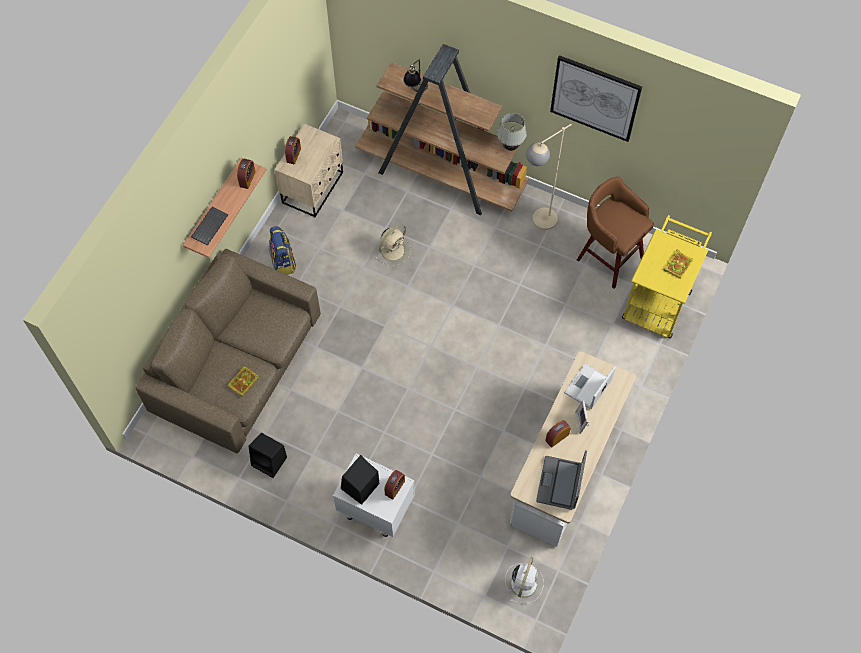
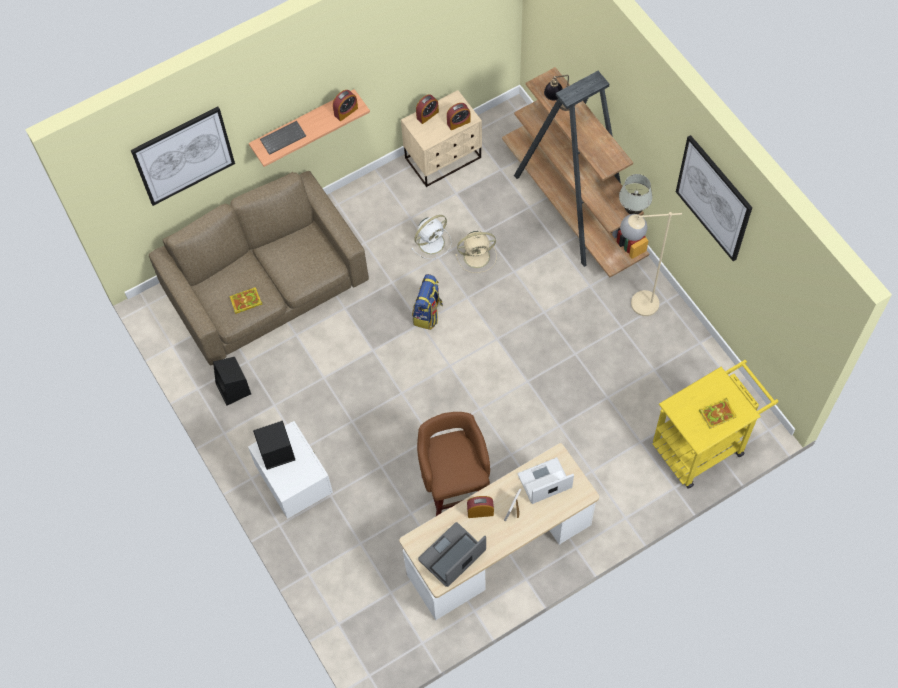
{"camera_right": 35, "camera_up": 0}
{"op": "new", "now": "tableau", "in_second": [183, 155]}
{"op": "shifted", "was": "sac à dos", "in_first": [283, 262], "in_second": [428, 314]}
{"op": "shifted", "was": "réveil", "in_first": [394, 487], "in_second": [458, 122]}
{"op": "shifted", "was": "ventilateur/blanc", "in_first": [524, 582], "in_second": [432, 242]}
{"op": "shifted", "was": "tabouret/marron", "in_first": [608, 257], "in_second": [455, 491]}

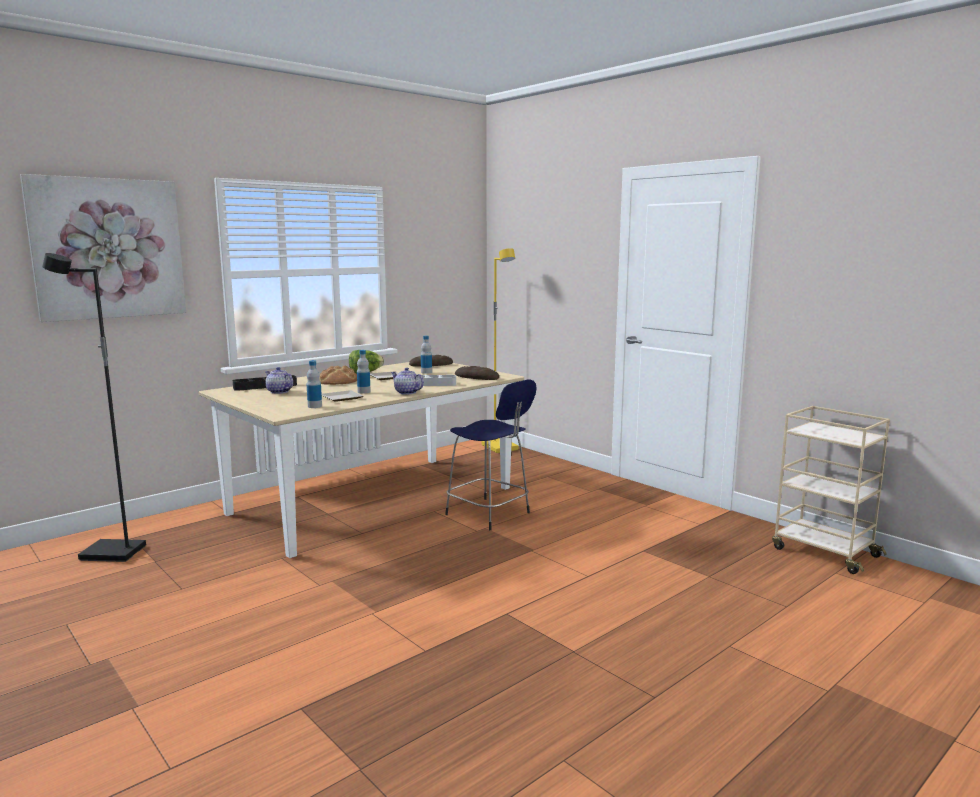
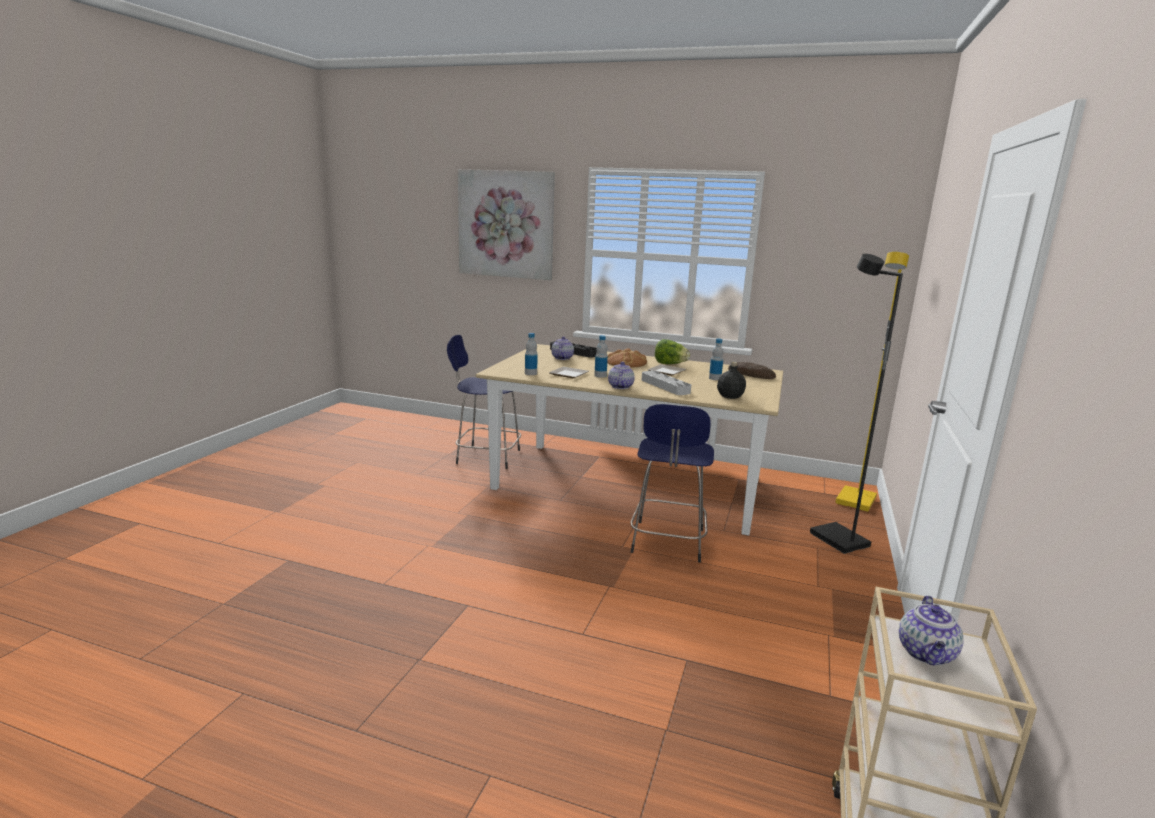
{"camera_right": 60, "camera_up": 5}
{"op": "new", "now": "tabouret/bleu", "in_second": [486, 456]}
{"op": "new", "now": "théière", "in_second": [927, 654]}
{"op": "shifted", "was": "lampadaire/noir", "in_first": [111, 554], "in_second": [837, 540]}
{"op": "swapped", "was": "pain", "now": "bouteille/noir", "in_first": [476, 377], "in_second": [730, 396]}

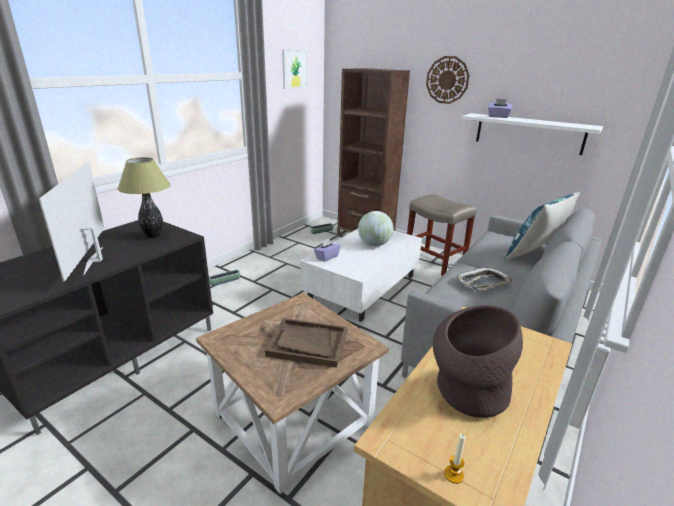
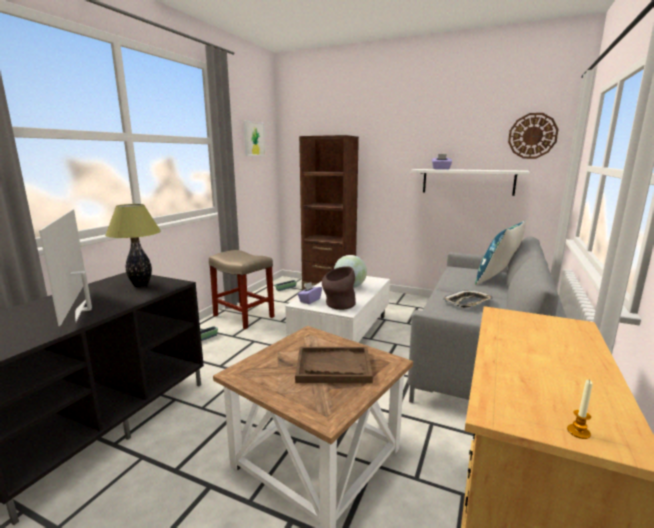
{"camera_right": -10, "camera_up": -10}
{"op": "shifted", "was": "tabouret/beige", "in_first": [435, 261], "in_second": [244, 316]}
{"op": "shifted", "was": "horloge murale", "in_first": [447, 80], "in_second": [532, 136]}
{"op": "shifted", "was": "vase/marron", "in_first": [466, 394], "in_second": [338, 305]}

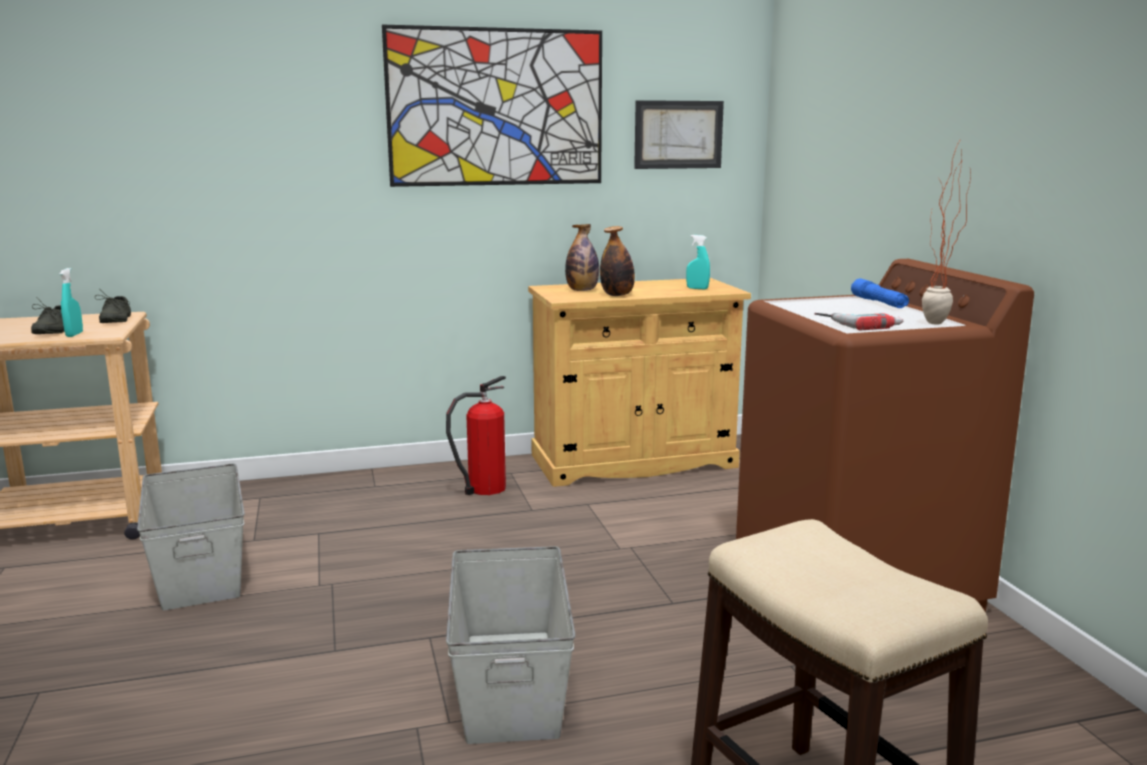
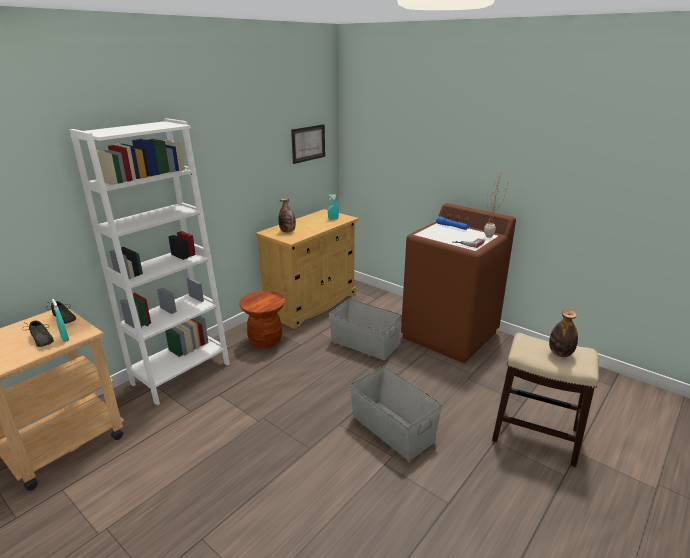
{"camera_right": -35, "camera_up": 10}
{"op": "gone", "was": "tableau", "in_first": [496, 108]}
{"op": "new", "now": "bibliothèque/blanc", "in_second": [181, 374]}
{"op": "shifted", "was": "boîte de rangement/gris", "in_first": [201, 569], "in_second": [364, 343]}
{"op": "shifted", "was": "bouteille", "in_first": [617, 295], "in_second": [560, 353]}
{"op": "swapped", "was": "extincteur", "now": "tabouret/marron", "in_first": [484, 489], "in_second": [265, 341]}

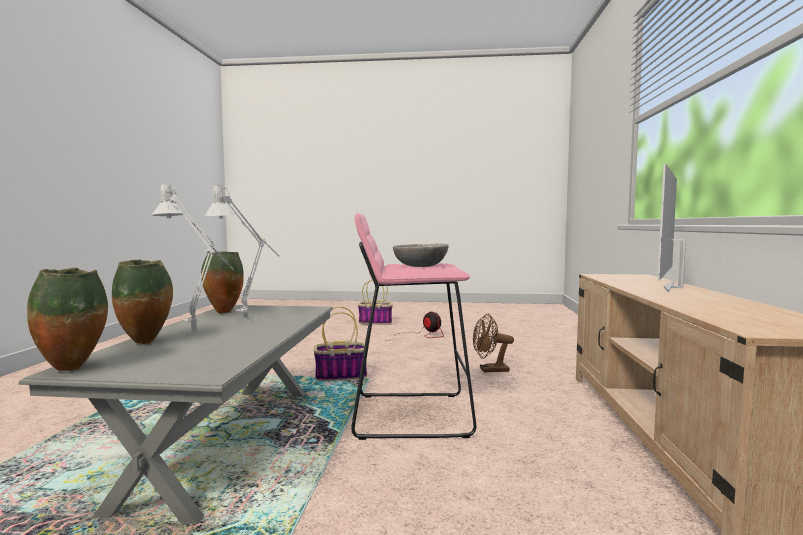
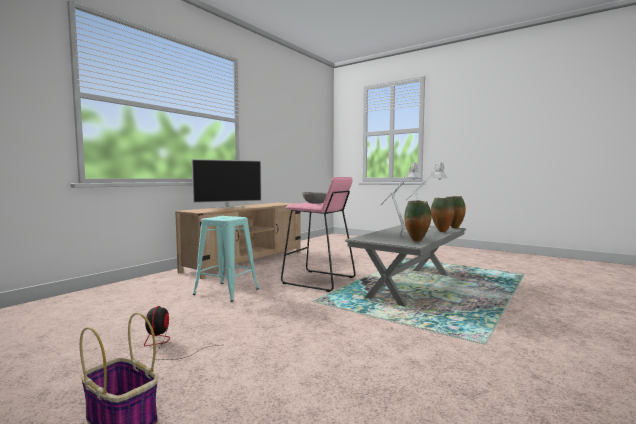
{"camera_right": -150, "camera_up": 0}
{"op": "gone", "was": "panier", "in_first": [341, 376]}
{"op": "swapped", "was": "ventilateur/marron", "now": "tabouret/turquoise", "in_first": [490, 370], "in_second": [226, 292]}

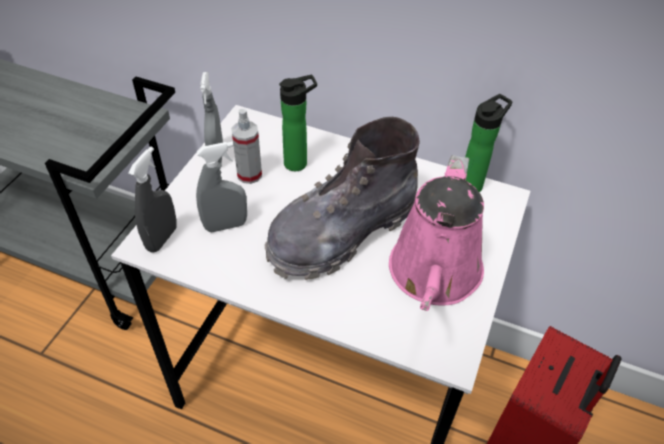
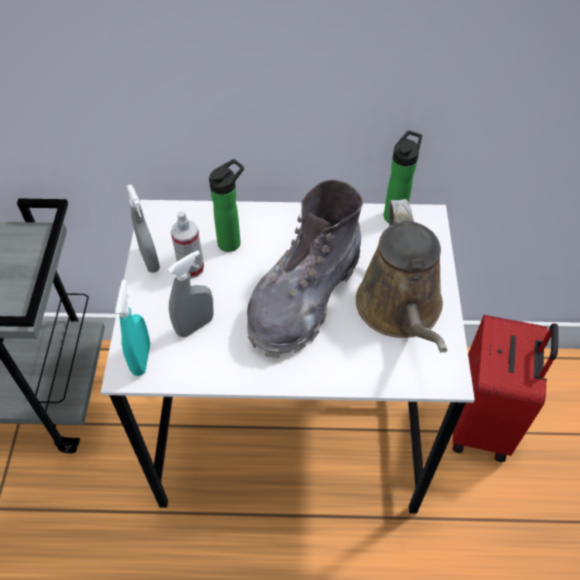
{"camera_right": -20, "camera_up": 5}
{"op": "repainted", "was": "vaporisateur/gris", "now": "vaporisateur/turquoise", "in_first": [162, 238], "in_second": [141, 359]}
{"op": "repainted", "was": "arrosoir/rose", "now": "arrosoir/marron", "in_first": [434, 275], "in_second": [401, 310]}

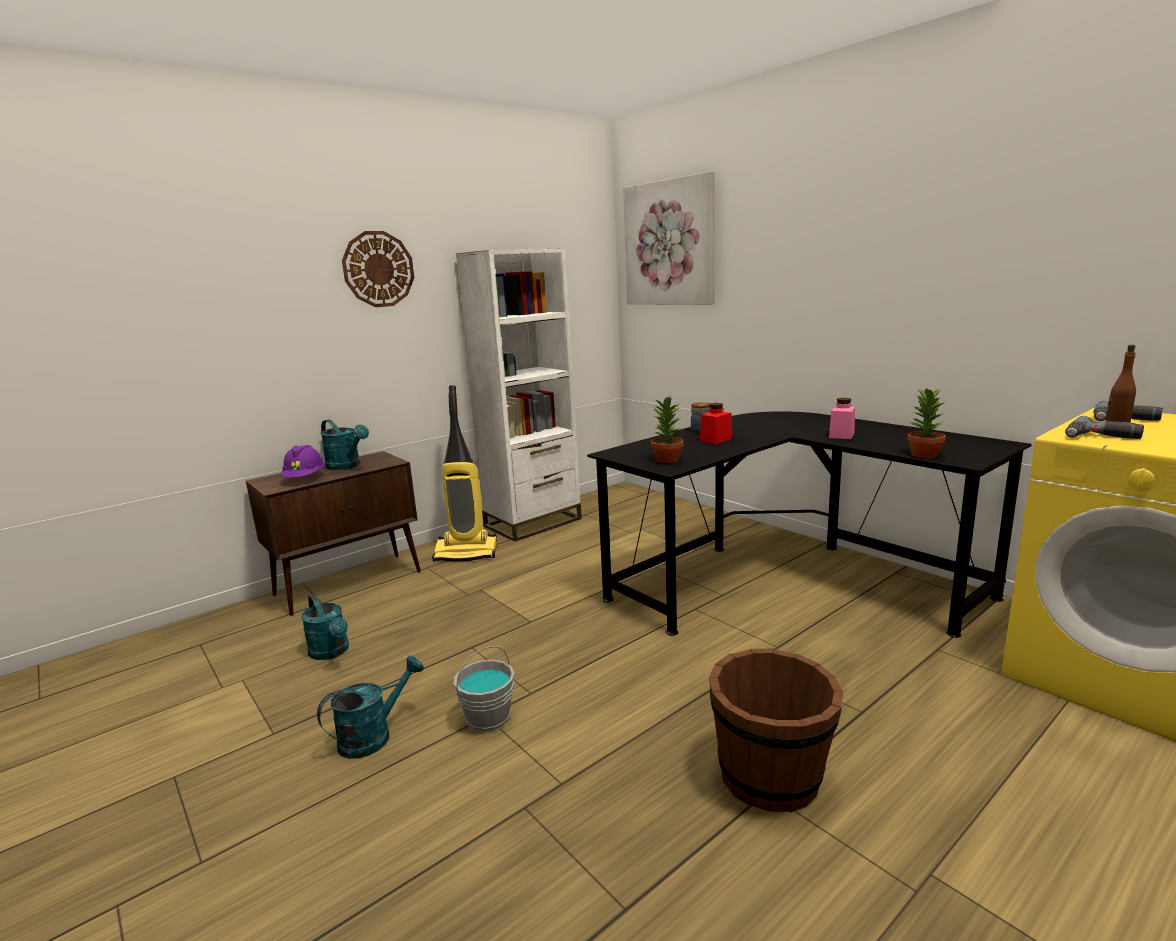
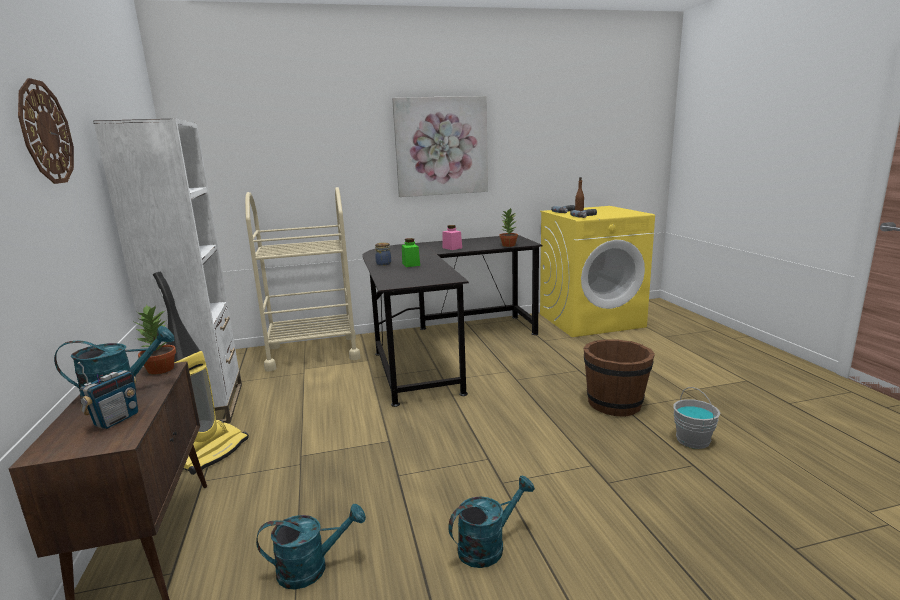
{"camera_right": -65, "camera_up": 0}
{"op": "new", "now": "chariot/beige", "in_second": [313, 353]}
{"op": "shifted", "was": "seau/gris", "in_first": [488, 719], "in_second": [693, 440]}
{"op": "shifted", "was": "tableau", "in_first": [669, 243], "in_second": [441, 146]}
{"op": "shifted", "was": "plante en pot", "in_first": [666, 460], "in_second": [160, 369]}
{"op": "swapped", "was": "casque de chantier/violet", "now": "radio", "in_first": [305, 478], "in_second": [116, 420]}
{"op": "repainted", "was": "bocal/rouge", "now": "bocal/vert", "in_first": [716, 440], "in_second": [411, 264]}
{"op": "rotated", "was": "arrosoir/turquoise", "in_first": [374, 735], "in_second": [488, 546], "clockwise": 75}

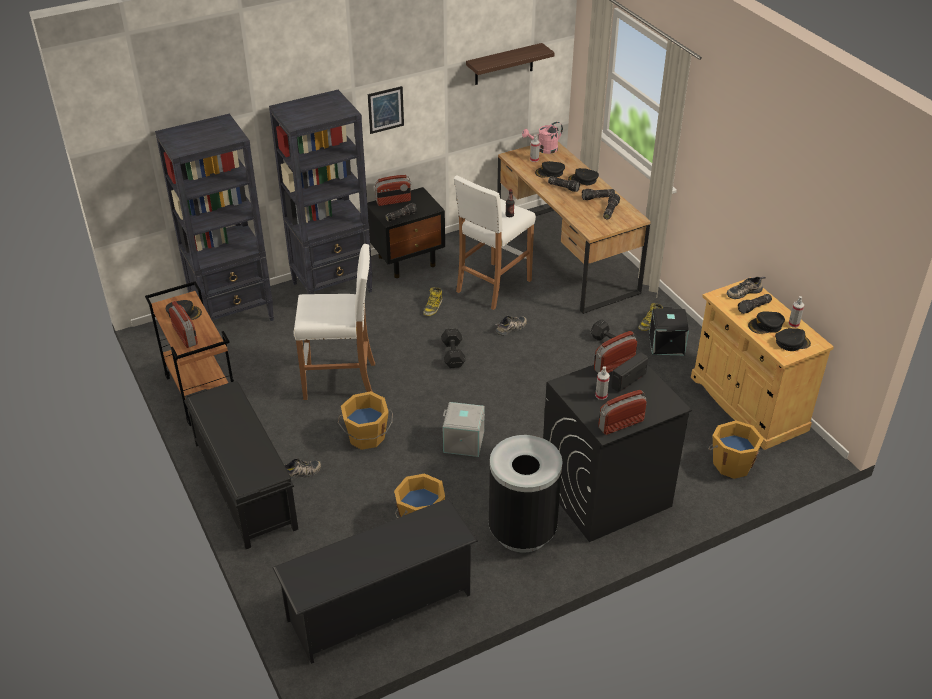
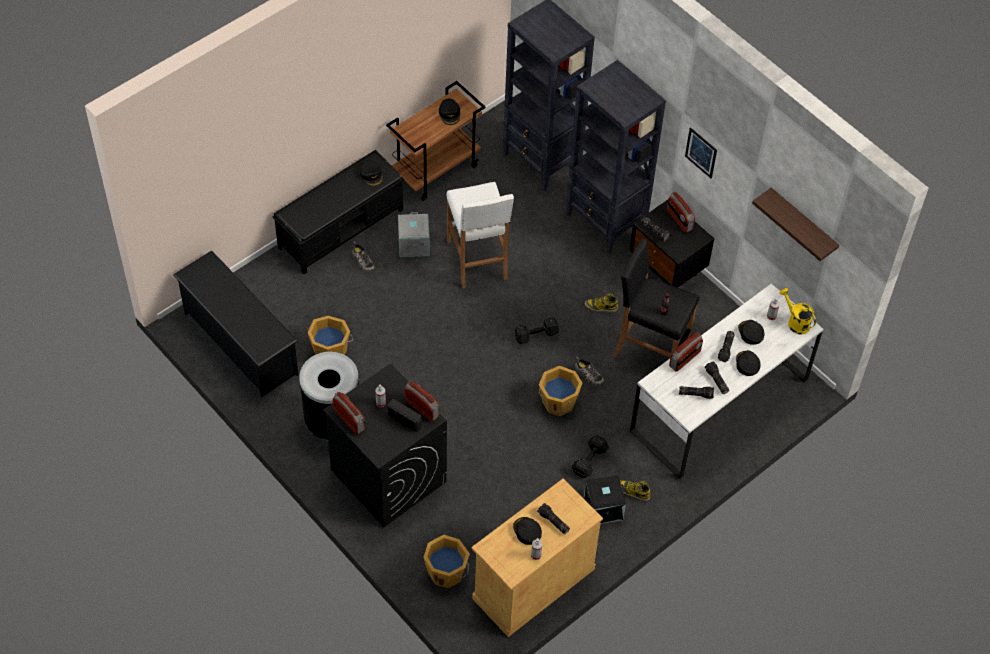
{"camera_right": 75, "camera_up": 15}
{"op": "gone", "was": "chaussure", "in_first": [744, 292]}
{"op": "shifted", "was": "radio", "in_first": [185, 335], "in_second": [685, 359]}
{"op": "shifted", "was": "seau/orange", "in_first": [366, 437], "in_second": [558, 402]}
{"op": "shifted", "was": "boîte de rangement/gris", "in_first": [463, 442], "in_second": [413, 244]}
{"op": "shifted", "was": "casquette/noir", "in_first": [792, 342], "in_second": [371, 175]}
{"op": "repainted", "was": "tabouret/blanc", "now": "tabouret/noir", "in_first": [493, 286], "in_second": [649, 349]}
{"op": "repainted", "was": "bureau/marron", "now": "bureau/blanc", "in_first": [565, 258], "in_second": [719, 405]}
{"op": "repainted", "was": "arrosoir/rose", "now": "arrosoir/jaune", "in_first": [544, 149], "in_second": [795, 322]}

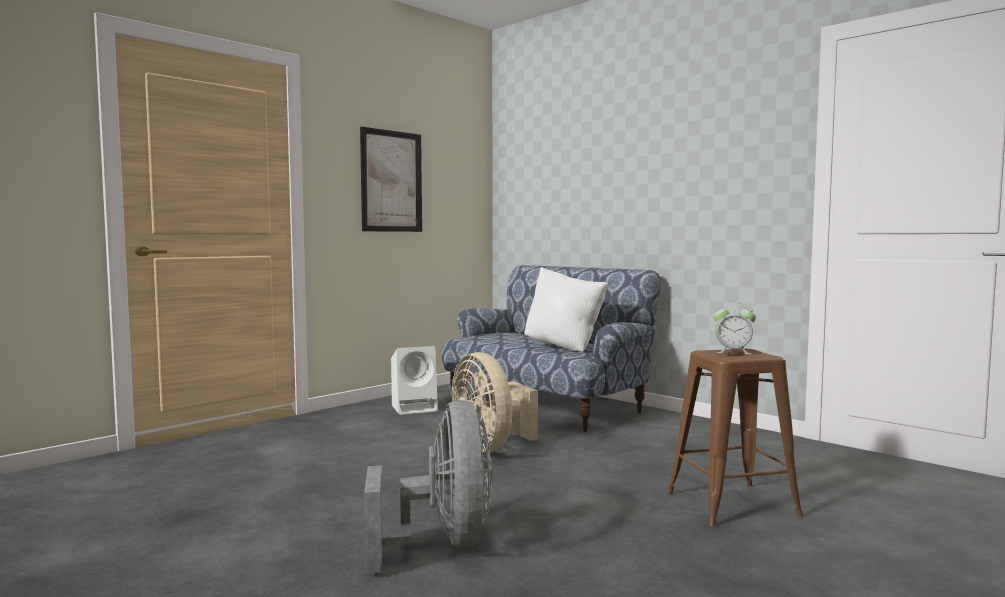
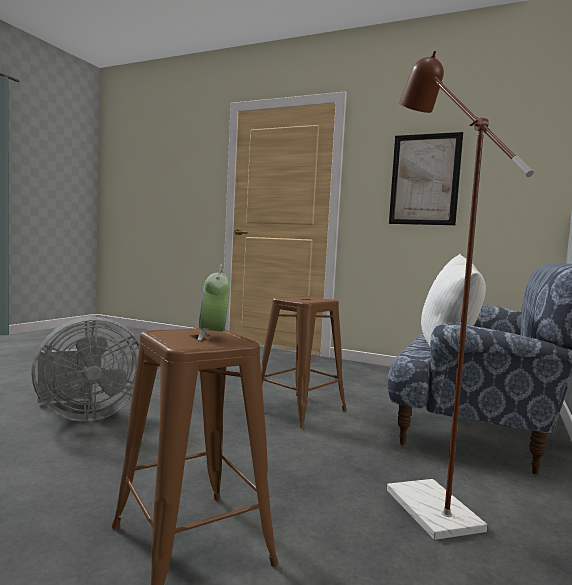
{"camera_right": 70, "camera_up": 0}
{"op": "gone", "was": "enceinte/blanc", "in_first": [415, 408]}
{"op": "new", "now": "lampadaire/marron", "in_second": [422, 500]}
{"op": "swapped", "was": "ventilateur/beige", "now": "tabouret/marron", "in_first": [490, 448], "in_second": [300, 410]}

